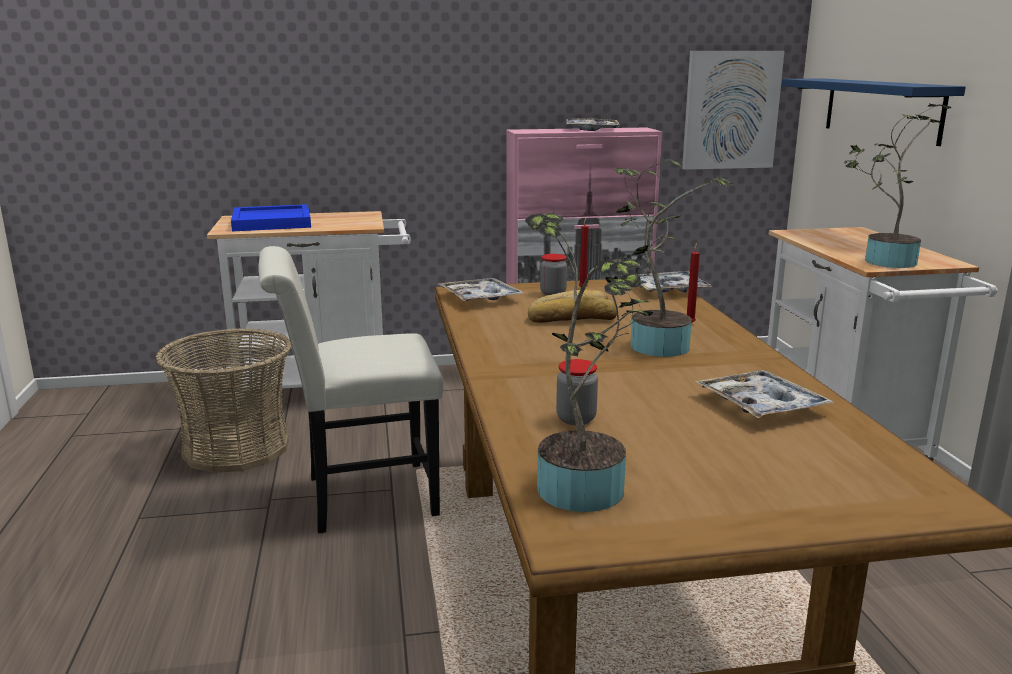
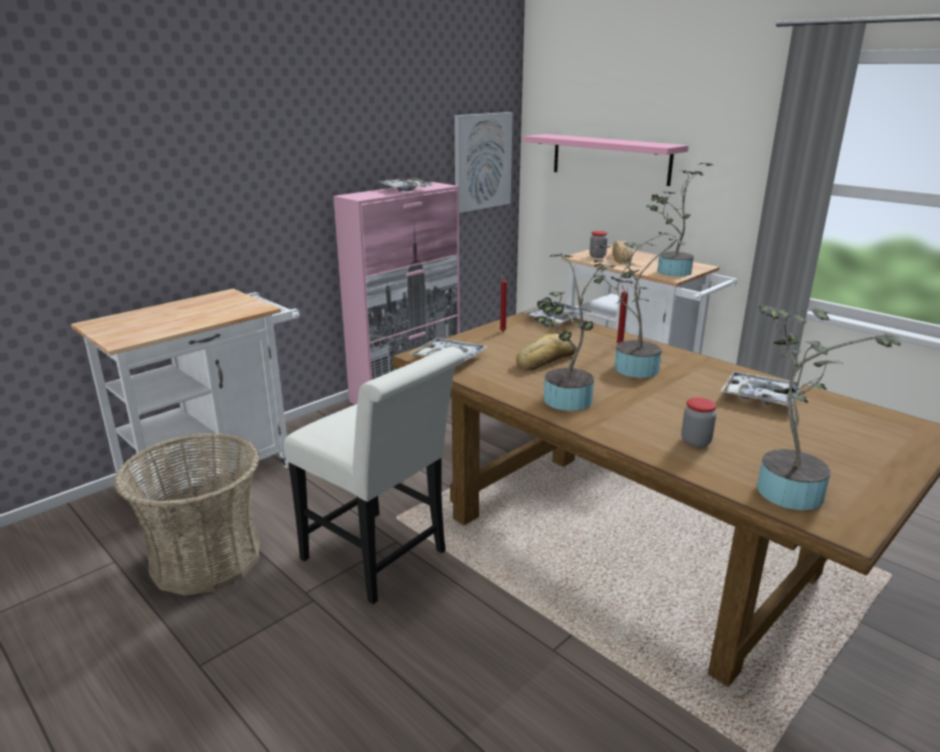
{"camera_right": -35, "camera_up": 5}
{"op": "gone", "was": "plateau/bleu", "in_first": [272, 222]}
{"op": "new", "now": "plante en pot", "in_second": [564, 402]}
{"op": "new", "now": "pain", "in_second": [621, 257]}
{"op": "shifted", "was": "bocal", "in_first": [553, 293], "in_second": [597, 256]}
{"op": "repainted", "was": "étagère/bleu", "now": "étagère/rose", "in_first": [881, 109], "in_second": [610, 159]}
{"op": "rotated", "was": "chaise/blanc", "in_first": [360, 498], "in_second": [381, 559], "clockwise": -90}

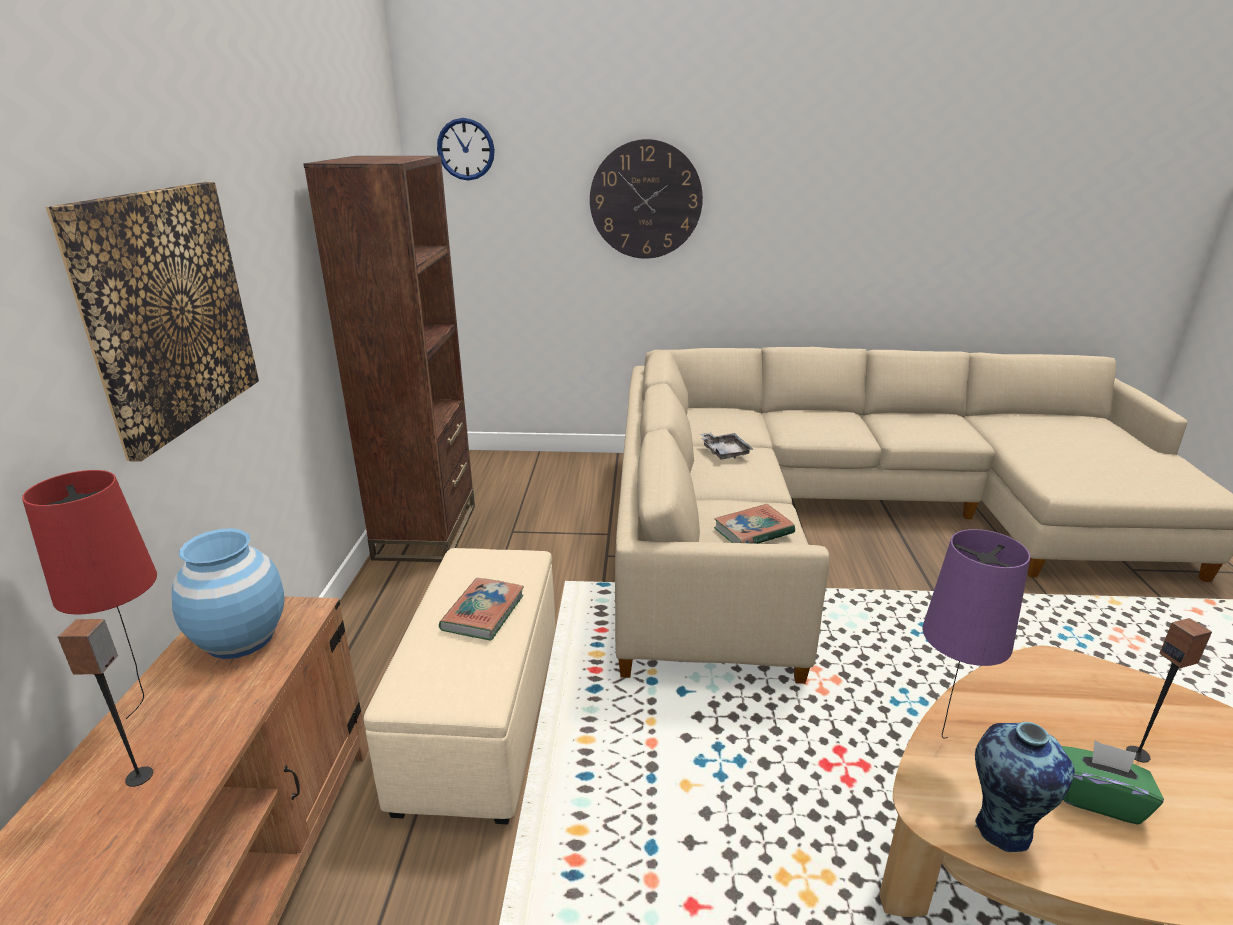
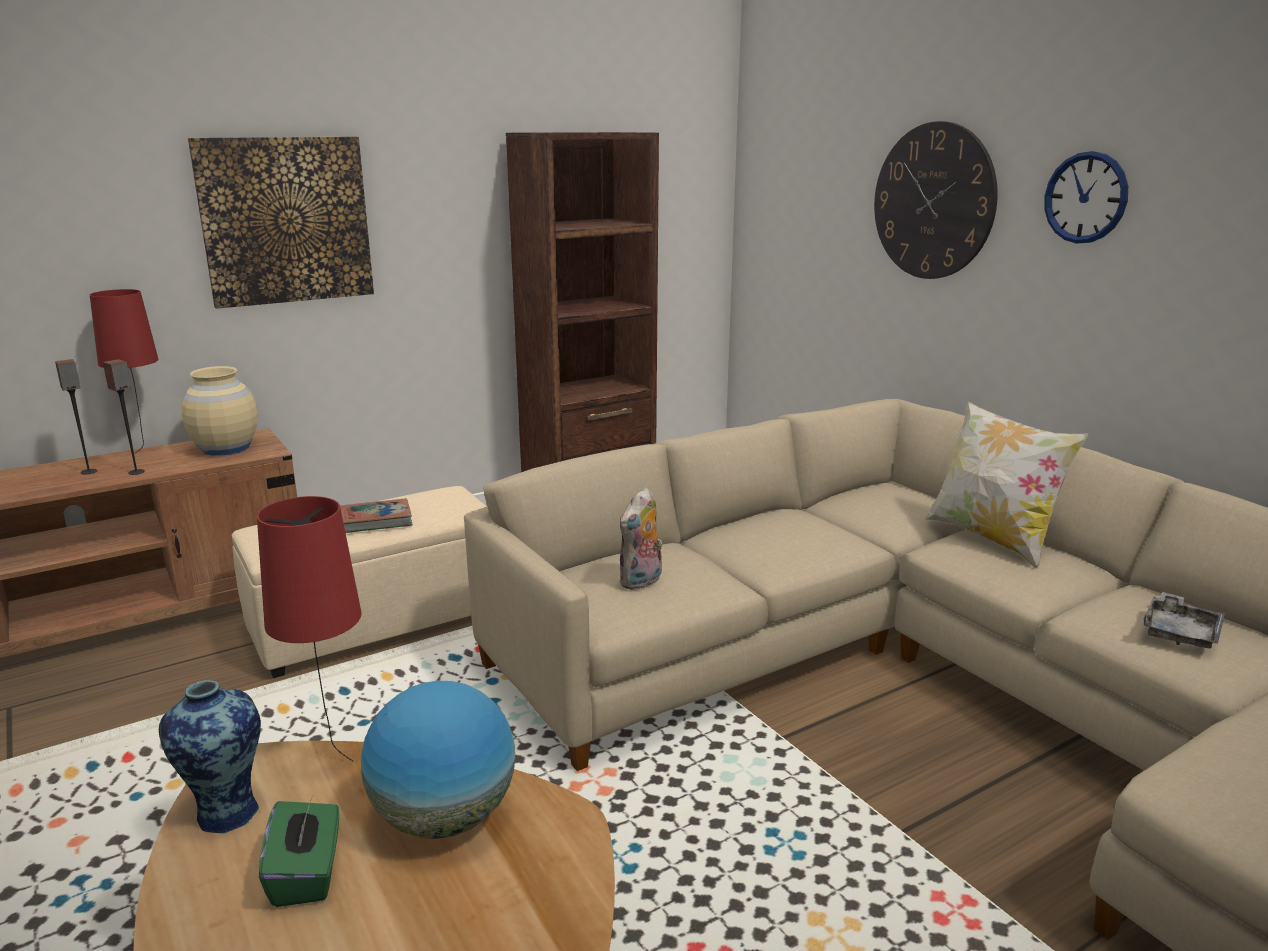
{"camera_right": 55, "camera_up": -5}
{"op": "new", "now": "globe", "in_second": [444, 818]}
{"op": "new", "now": "coussin", "in_second": [992, 538]}
{"op": "shifted", "was": "horloge murale", "in_first": [466, 149], "in_second": [1085, 197]}
{"op": "shifted", "was": "plateau/gris", "in_first": [724, 452], "in_second": [1180, 632]}
{"op": "shifted", "was": "enceinte", "in_first": [1138, 754], "in_second": [136, 472]}
{"op": "swapped", "was": "livre", "now": "peluche", "in_first": [753, 531], "in_second": [642, 582]}
{"op": "repainted", "was": "vase/bleu", "now": "vase/beige", "in_first": [240, 638], "in_second": [225, 448]}
{"op": "repainted", "was": "lampe de table/violet", "now": "lampe de table/rouge", "in_first": [938, 748], "in_second": [331, 758]}

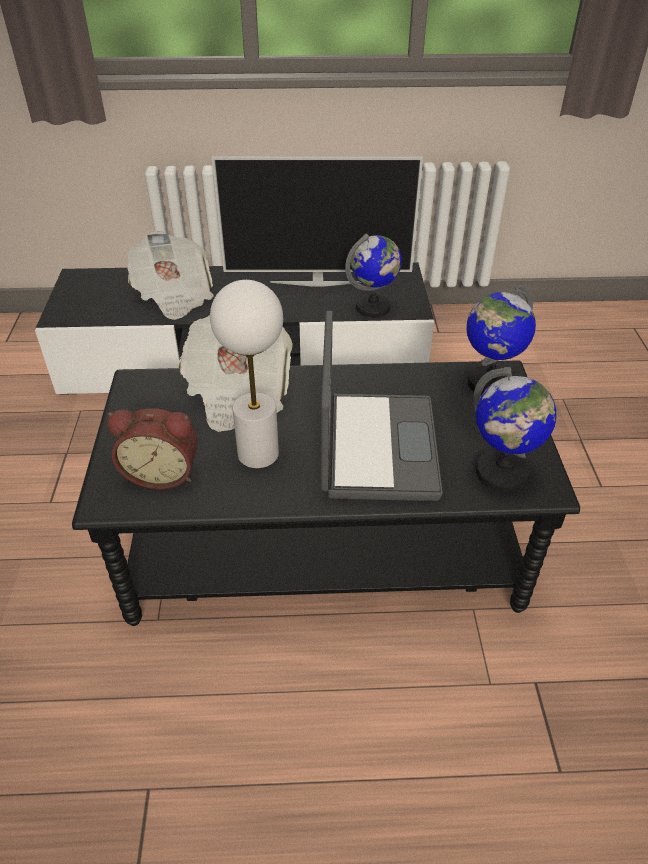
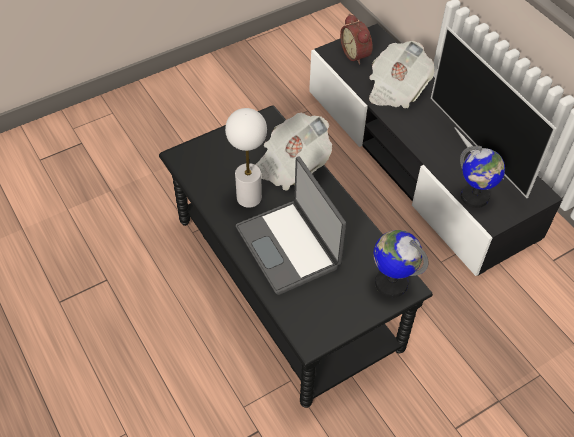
{"camera_right": 60, "camera_up": 10}
{"op": "gone", "was": "globe", "in_first": [501, 473]}
{"op": "shifted", "was": "réveil", "in_first": [162, 472], "in_second": [356, 54]}
{"op": "rotated", "was": "ordinateur portable", "in_first": [375, 447], "in_second": [289, 246], "clockwise": 90}

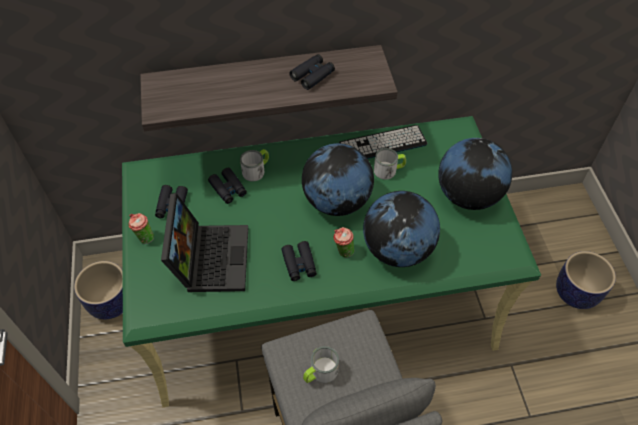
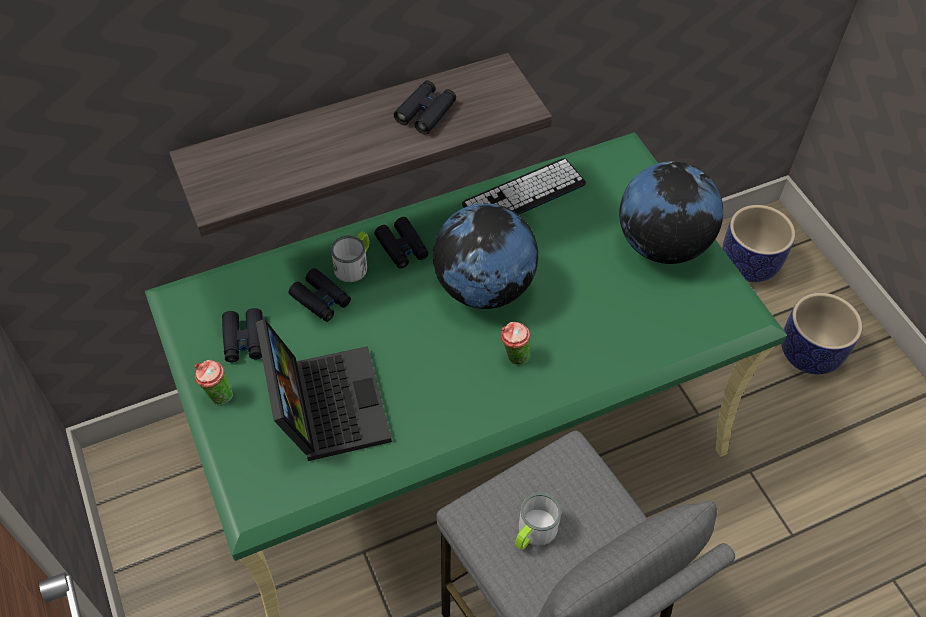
{"camera_right": -15, "camera_up": 0}
{"op": "gone", "was": "globe", "in_first": [397, 249]}
{"op": "gone", "was": "mug", "in_first": [389, 170]}
{"op": "shifted", "was": "cache-pot", "in_first": [111, 302], "in_second": [749, 264]}
{"op": "shifted", "was": "jumelles/noir", "in_first": [299, 264], "in_second": [402, 248]}

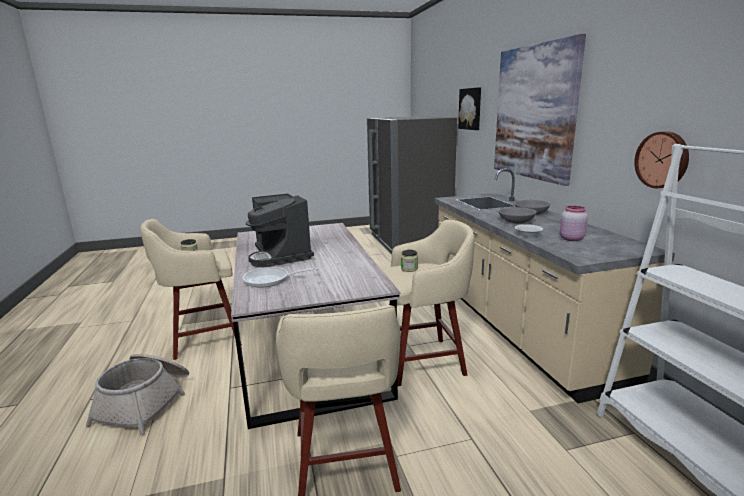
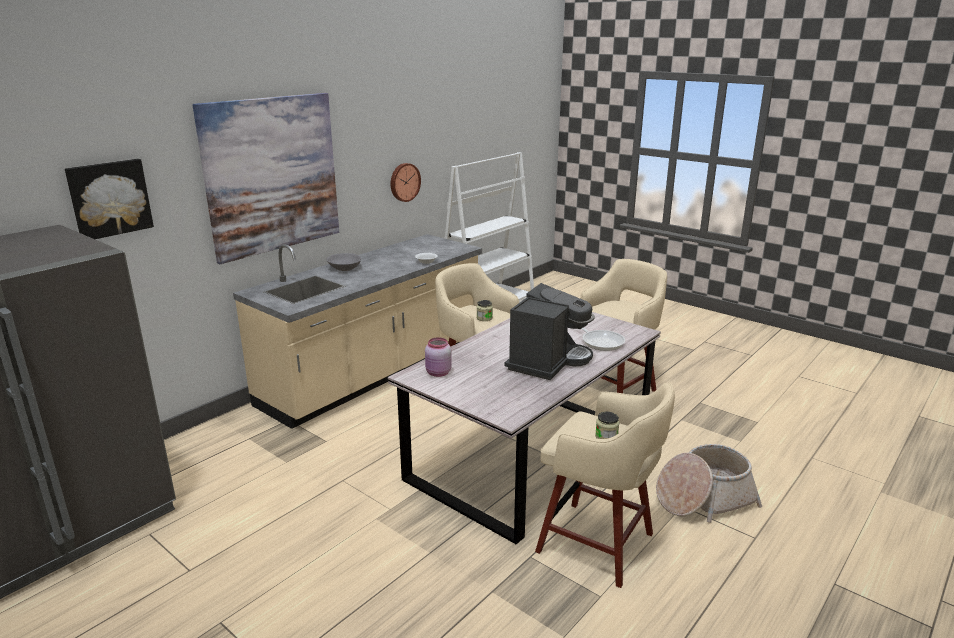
{"camera_right": -125, "camera_up": 5}
{"op": "gone", "was": "bol/gris", "in_first": [516, 221]}
{"op": "shifted", "was": "bocal/rose", "in_first": [570, 239], "in_second": [438, 373]}

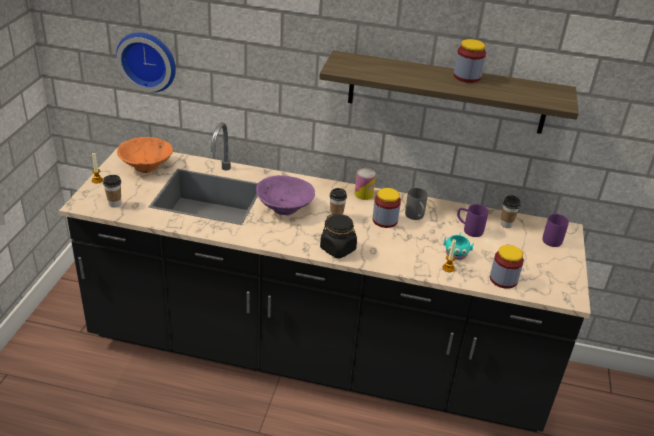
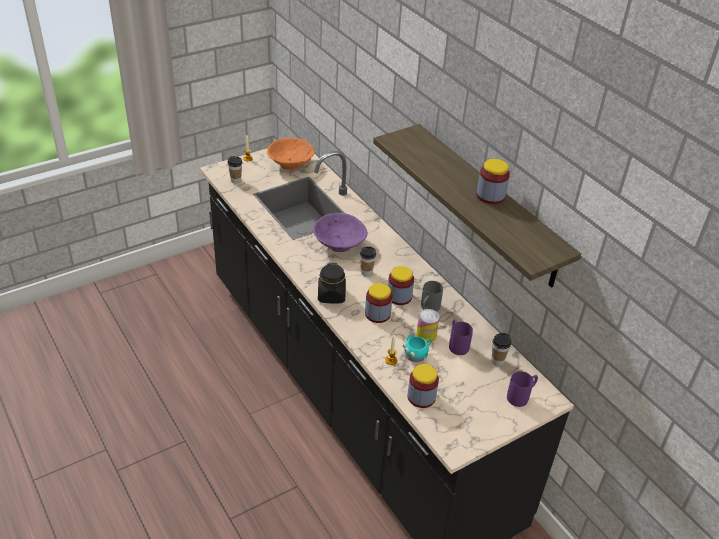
{"camera_right": 45, "camera_up": 5}
{"op": "gone", "was": "horloge murale", "in_first": [148, 60]}
{"op": "new", "now": "bocal", "in_second": [377, 314]}
{"op": "shifted", "was": "boîte métallique", "in_first": [363, 194], "in_second": [426, 335]}

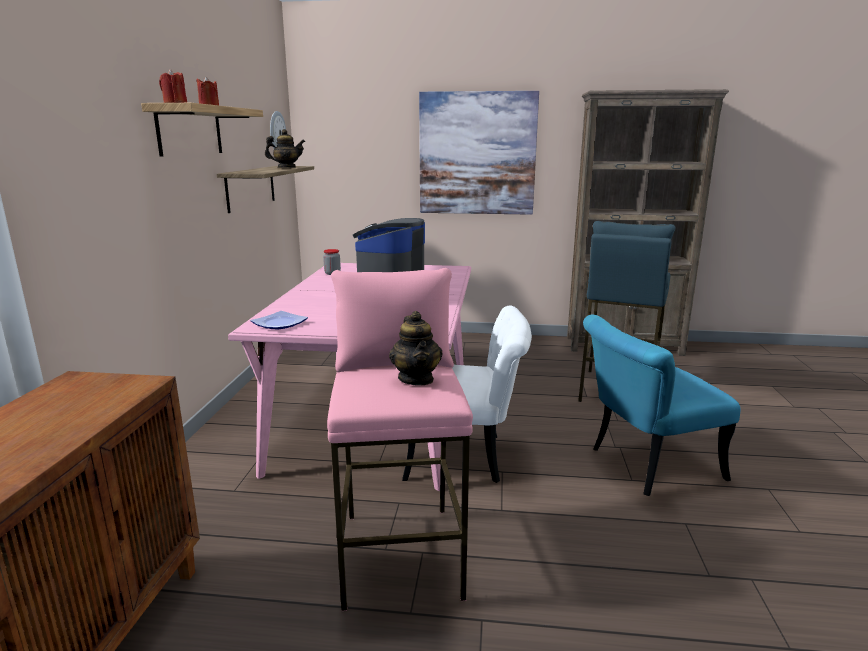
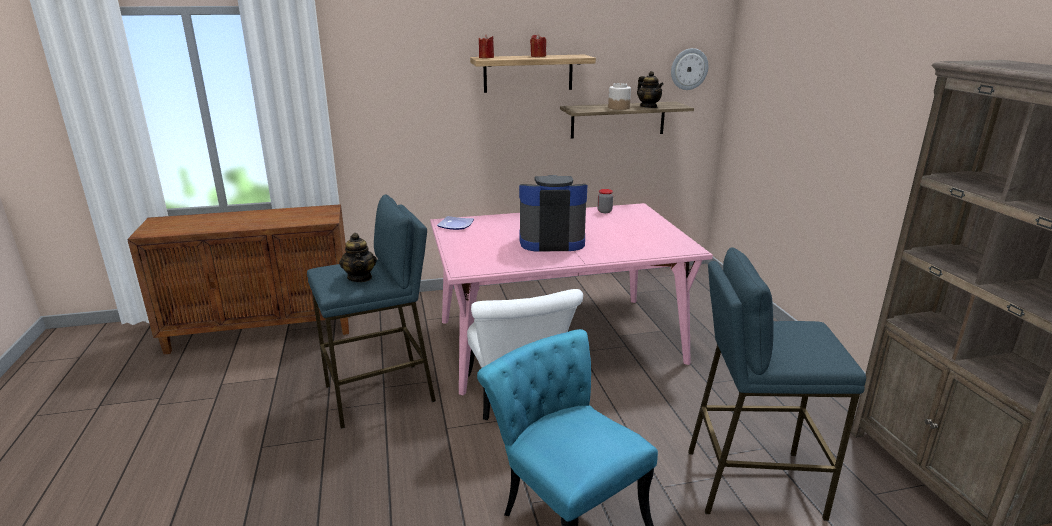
{"camera_right": 70, "camera_up": 5}
{"op": "gone", "was": "tableau", "in_first": [477, 154]}
{"op": "new", "now": "bocal", "in_second": [618, 108]}
{"op": "repainted", "was": "tabouret/rose", "now": "tabouret/bleu", "in_first": [401, 553], "in_second": [381, 394]}
{"op": "rotated", "was": "théière", "in_first": [416, 379], "in_second": [360, 277], "clockwise": -75}

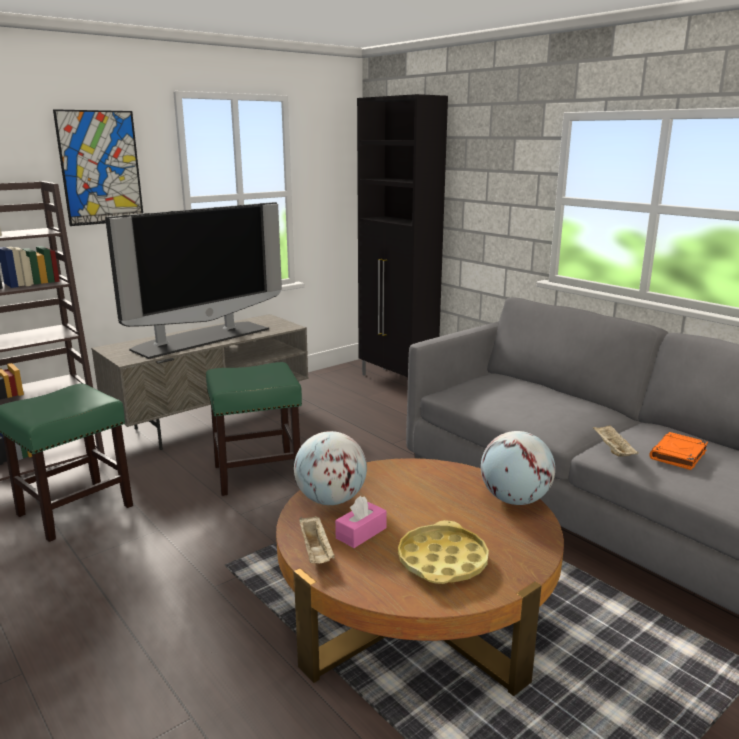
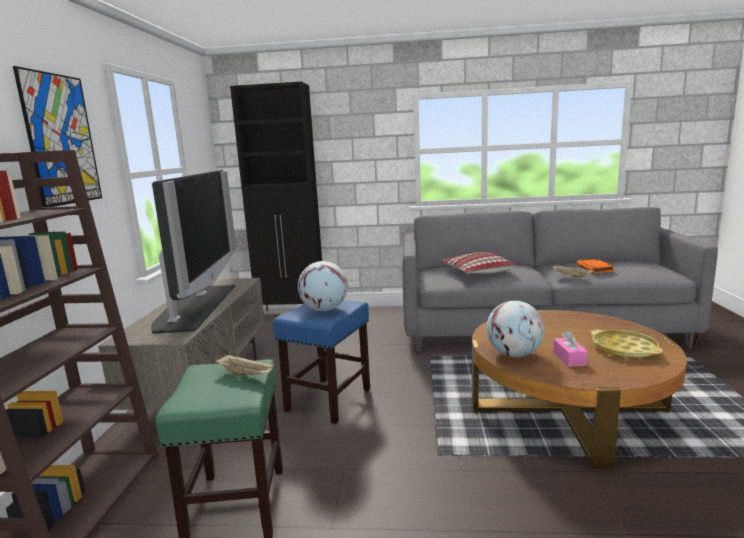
{"camera_right": -45, "camera_up": -5}
{"op": "new", "now": "coussin", "in_second": [476, 272]}
{"op": "shifted", "was": "plateau/beige", "in_first": [316, 551], "in_second": [247, 375]}
{"op": "shifted", "was": "globe", "in_first": [515, 500], "in_second": [324, 309]}
{"op": "repainted", "was": "tabouret/vert", "now": "tabouret/bleu", "in_first": [258, 474], "in_second": [329, 399]}

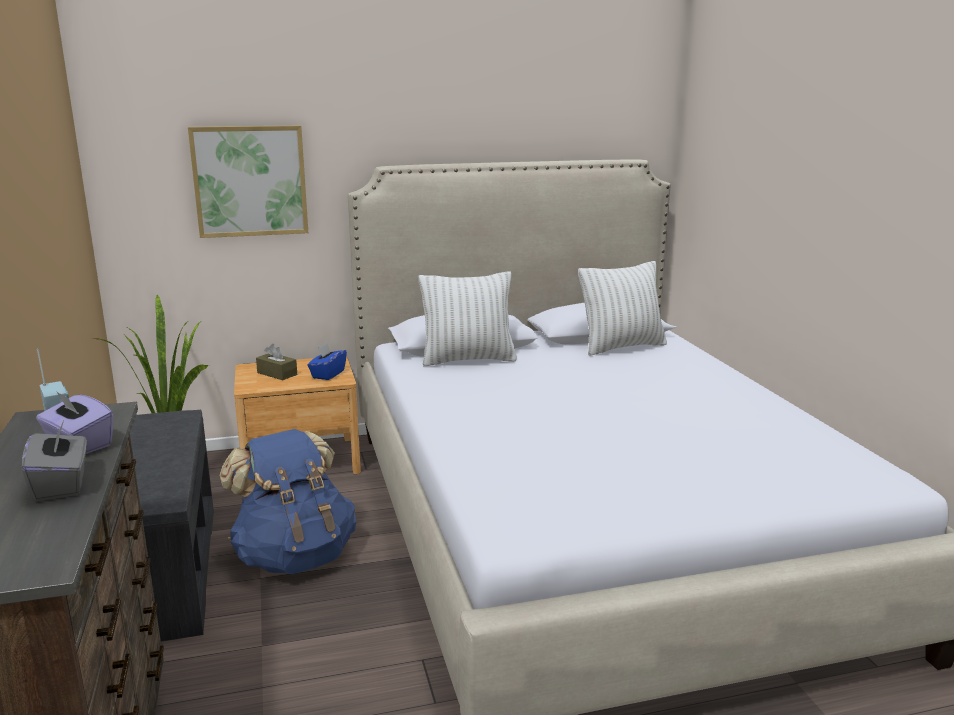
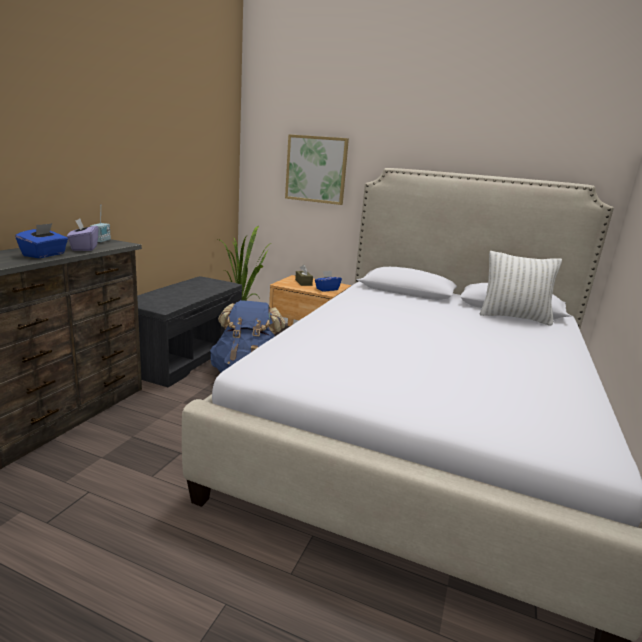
{"camera_right": 35, "camera_up": 0}
{"op": "gone", "was": "coussin/blanc", "in_first": [468, 360]}
{"op": "repainted", "was": "boîte à mouchoirs/gris", "now": "boîte à mouchoirs/bleu", "in_first": [62, 484], "in_second": [44, 255]}

